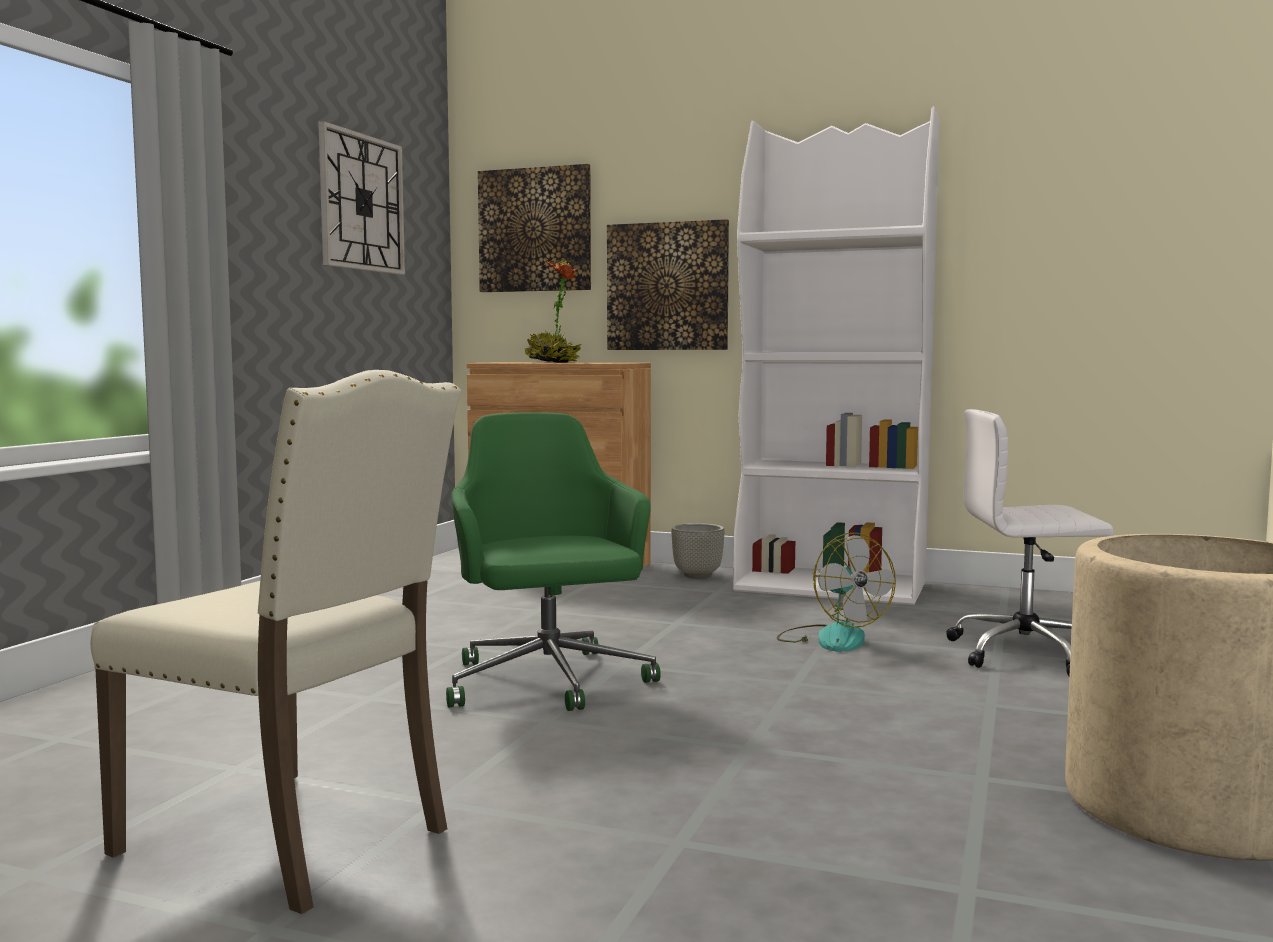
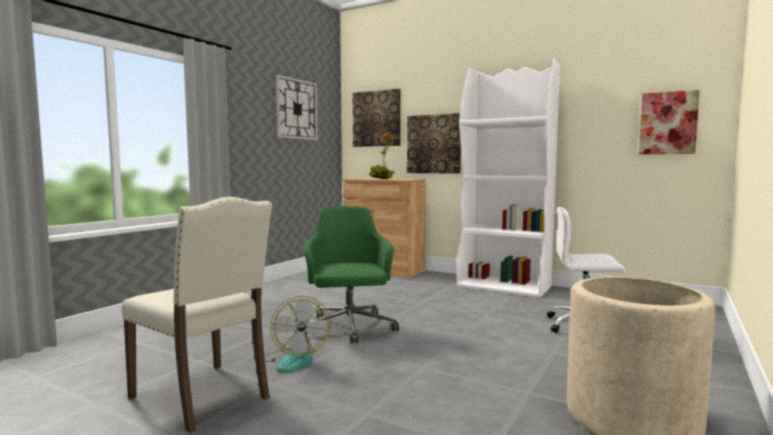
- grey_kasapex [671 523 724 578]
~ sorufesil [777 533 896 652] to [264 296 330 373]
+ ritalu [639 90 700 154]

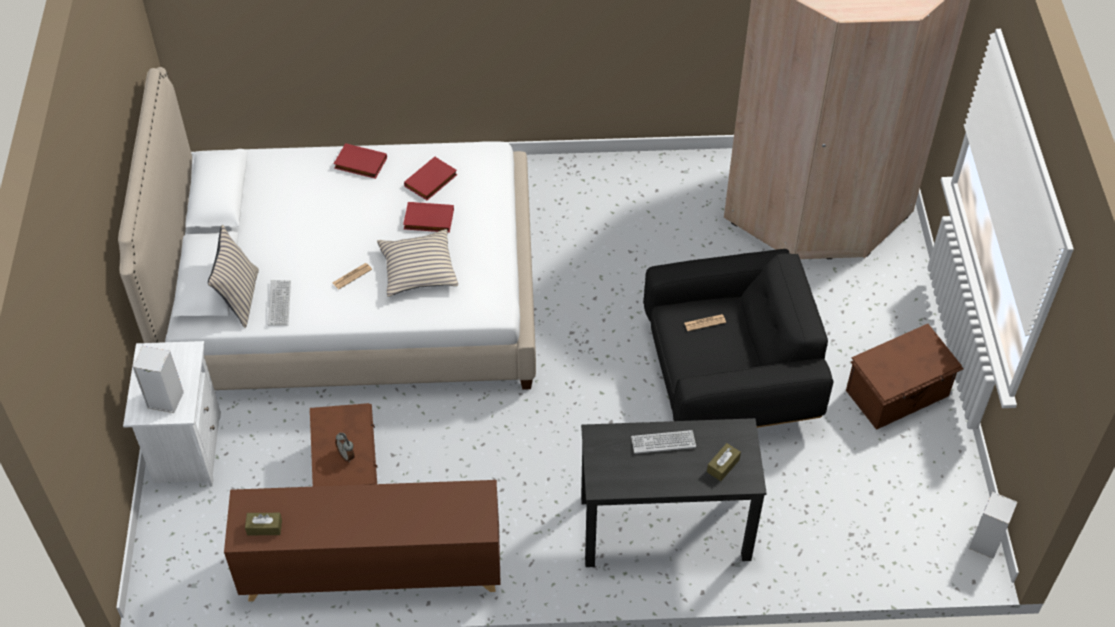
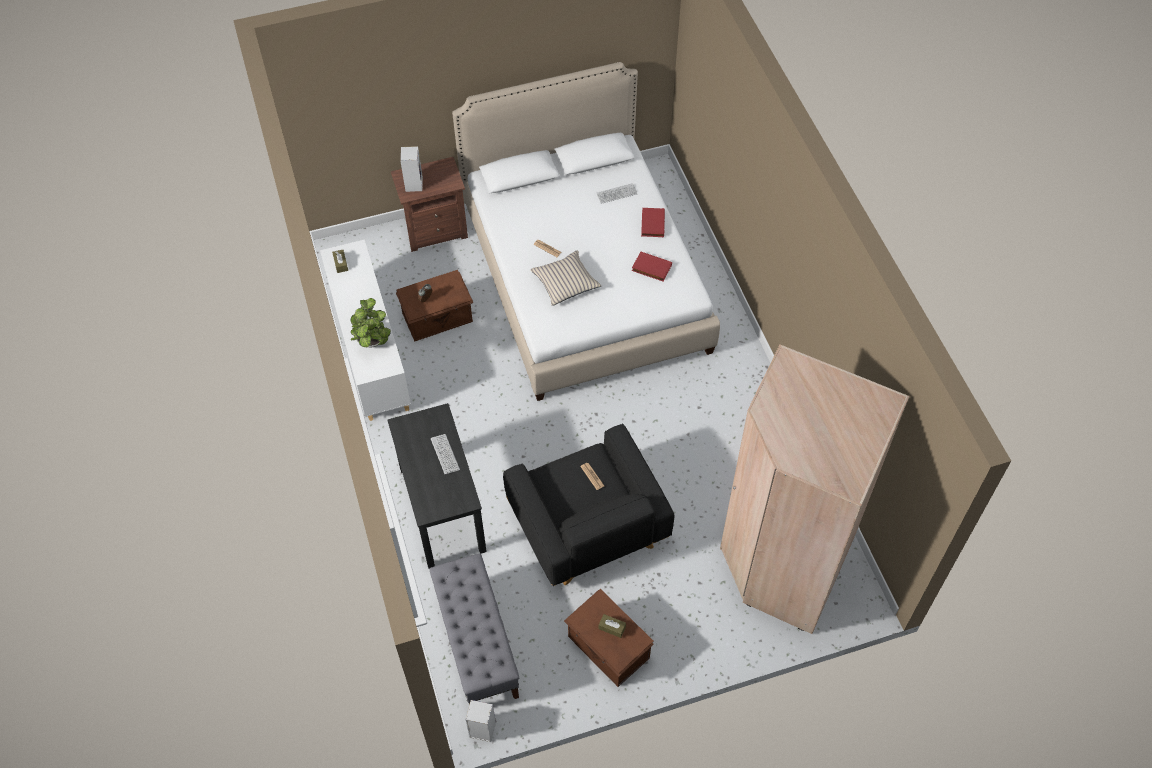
- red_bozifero [403 202 454 233]
- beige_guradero [208 225 259 328]
~ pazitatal [268 280 291 326] to [597 183 637 204]
~ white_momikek [123 341 221 487] to brown_momikek [391 157 468 252]
~ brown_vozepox [707 443 741 481] to [599 614 626 638]
~ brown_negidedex [224 480 501 602] to white_negidedex [320 239 411 421]
+ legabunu [350 298 391 347]
+ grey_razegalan [429 554 519 705]

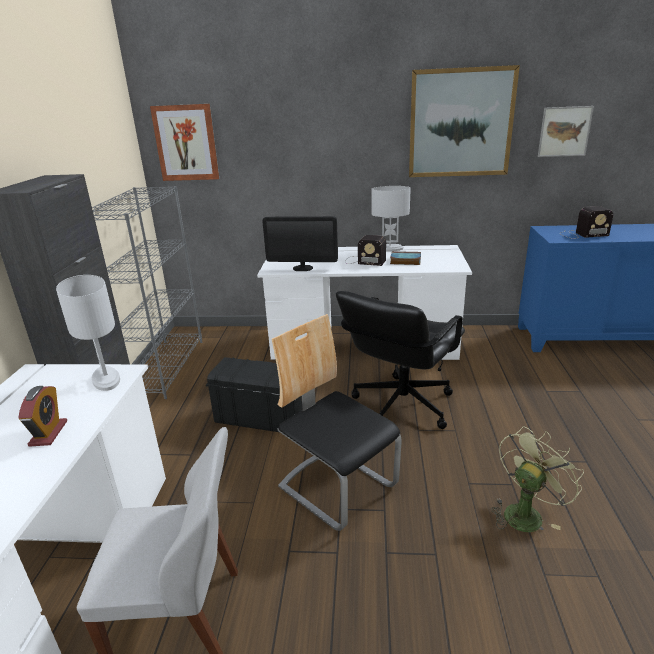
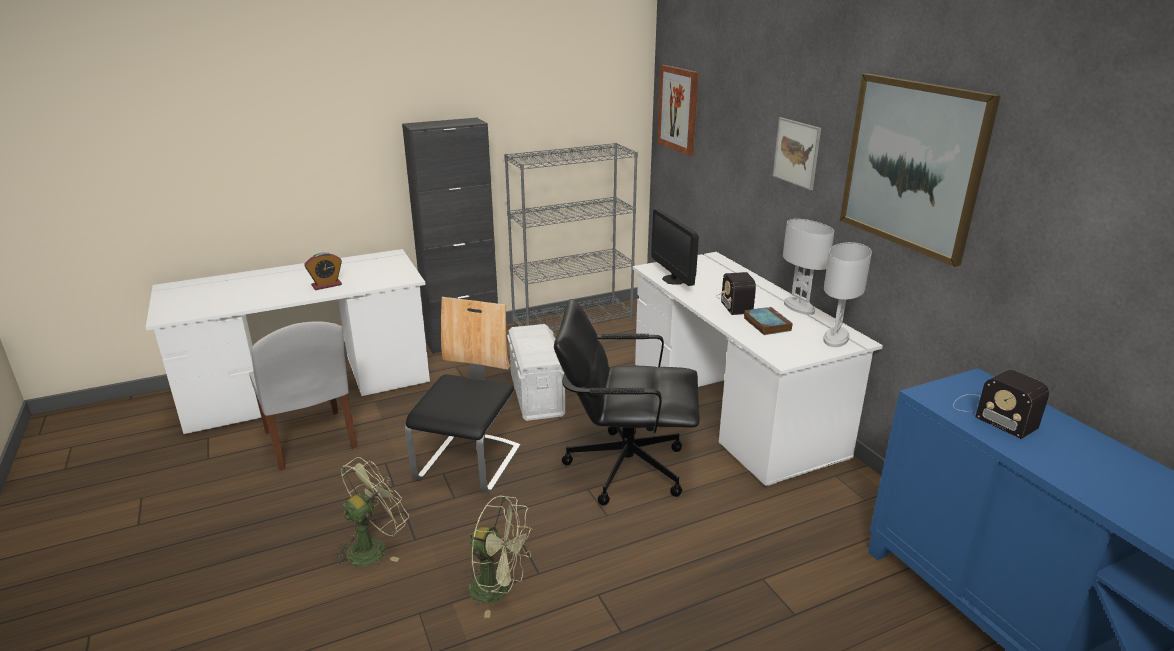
~ ritalu [538 106 594 157] to [773 117 821 190]
~ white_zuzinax [56 275 120 391] to [823 242 872 347]
~ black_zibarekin [206 357 303 432] to white_zibarekin [507 324 565 421]
+ green_sorufesil [333 457 409 566]

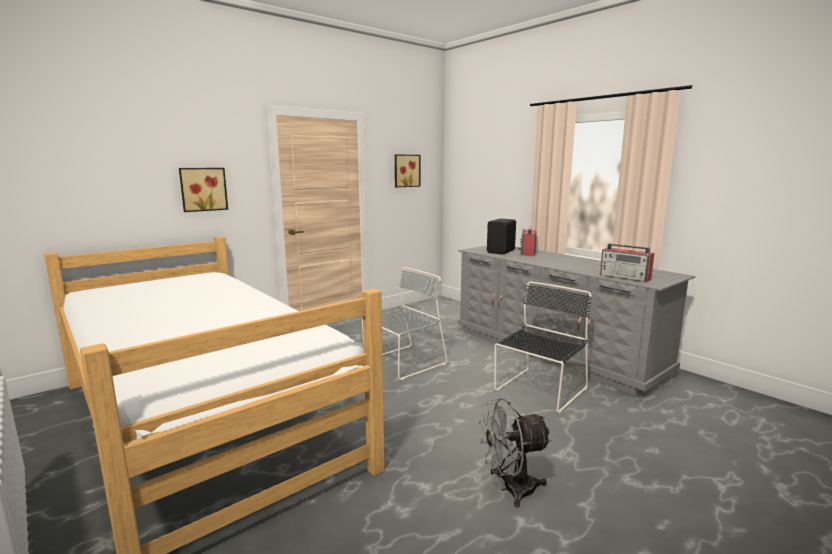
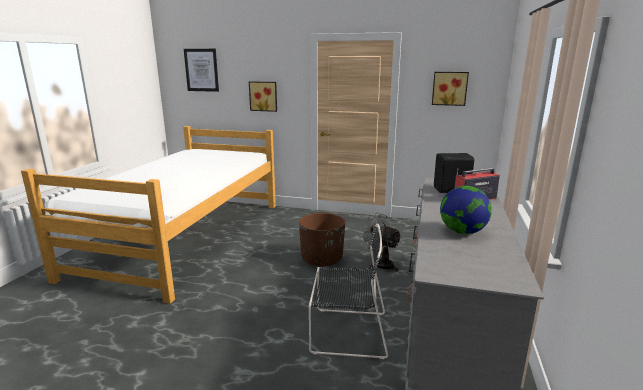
- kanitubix [600 244 654 282]
~ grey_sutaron [362 267 448 380] to brown_kasapex [299 213 345 266]
~ grey_sorufesil [478 398 552 508] to [361 213 402 272]
+ ritalu [184 49 219 92]
+ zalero [440 186 492 234]

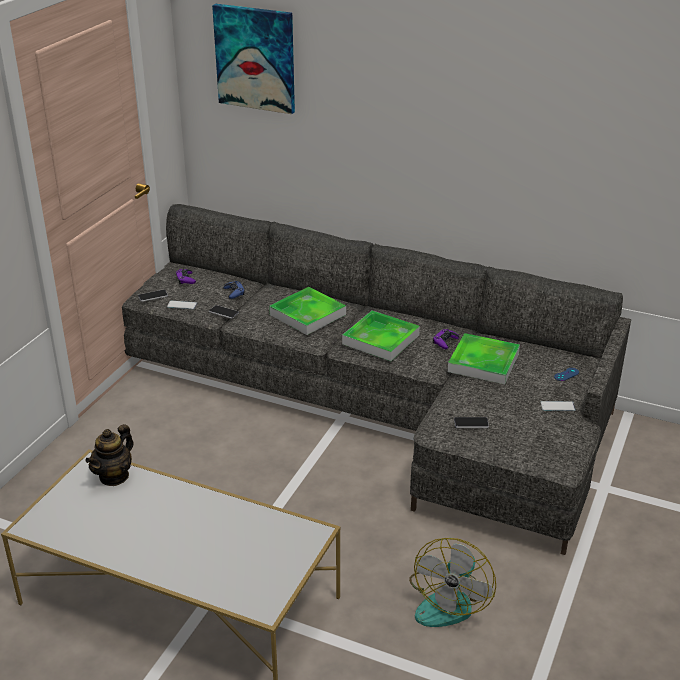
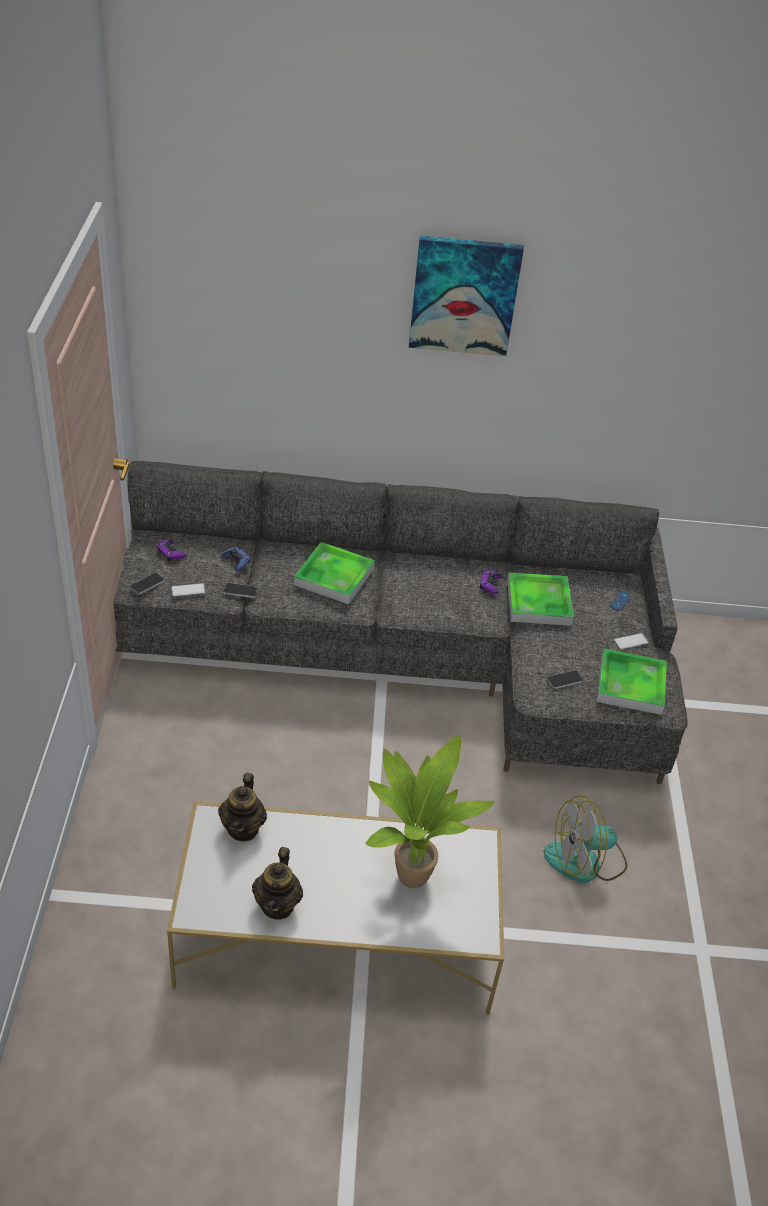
~ ritalu [212 4 295 114] to [409 236 524 356]
~ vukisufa [342 311 420 361] to [597 649 667 715]
~ sorufesil [409 538 496 627] = [543 795 627 883] 75 degrees clockwise
+ legabunu [365 734 495 888]
+ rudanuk [252 847 303 920]

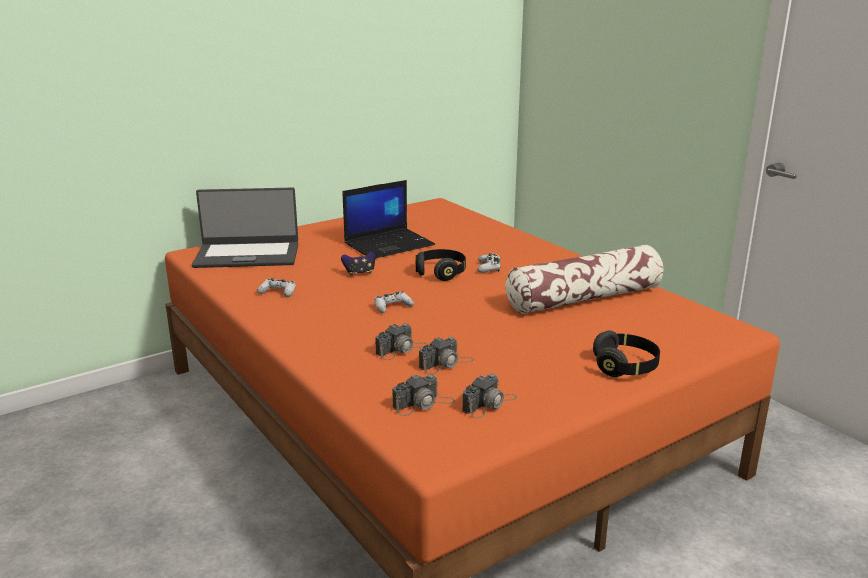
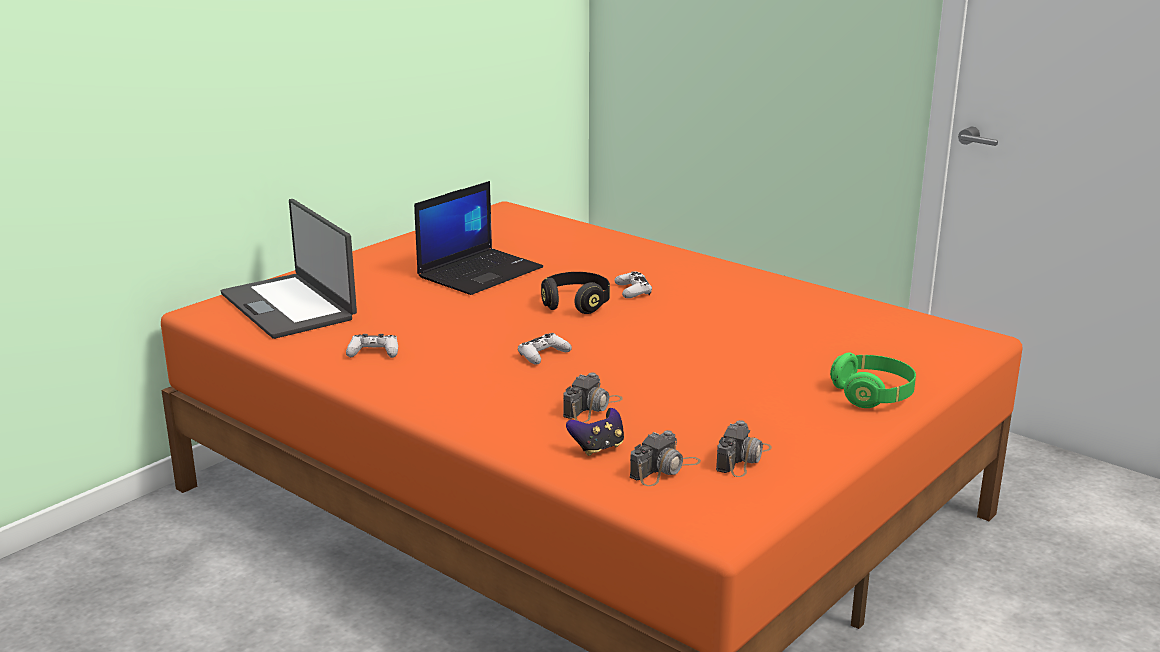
~ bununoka [192 187 298 268] = [221 199 357 339] 75 degrees clockwise
- guradero [506 245 663 314]
~ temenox [341 252 375 276] to [566 408 624 456]
~ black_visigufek [593 331 660 377] to green_visigufek [830 353 916 408]
- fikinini [419 337 474 374]

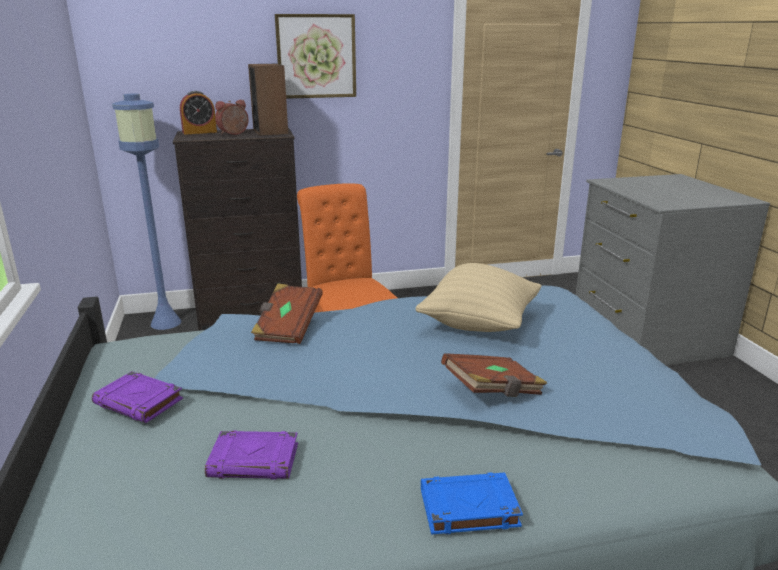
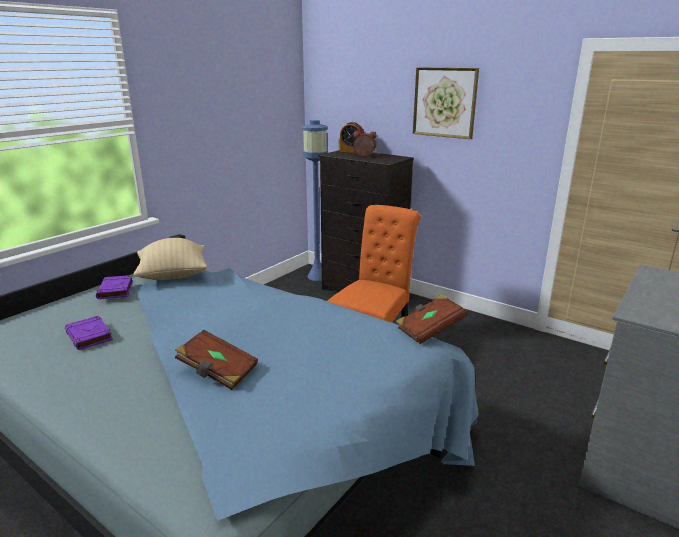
- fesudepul [248 64 288 136]
~ beige_guradero [415 263 542 332] to [134 238 207 280]
~ brown_bozifero [251 284 323 344] to [396 294 468 344]
- blue_bozifero [421 472 523 535]

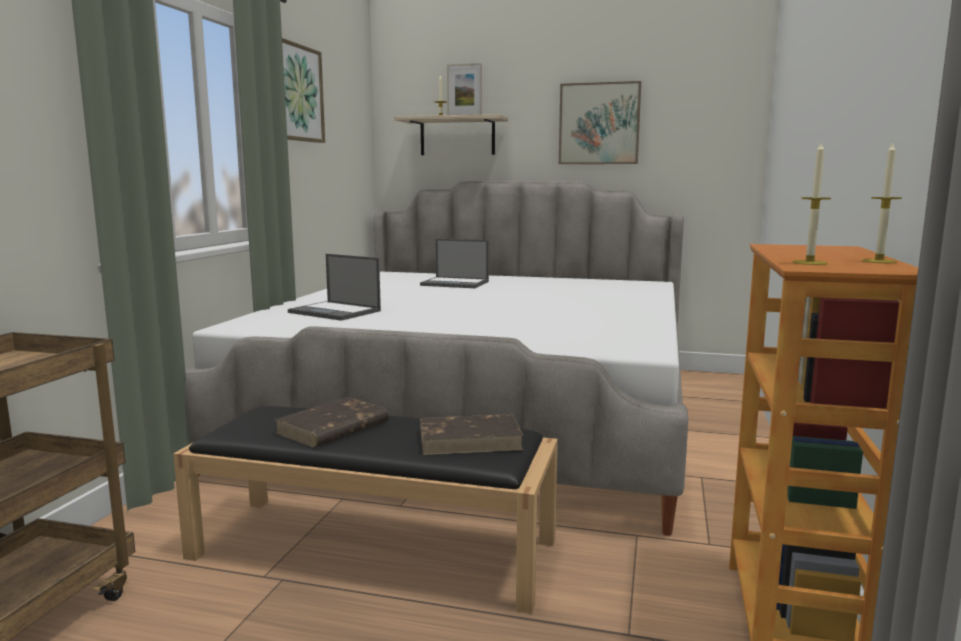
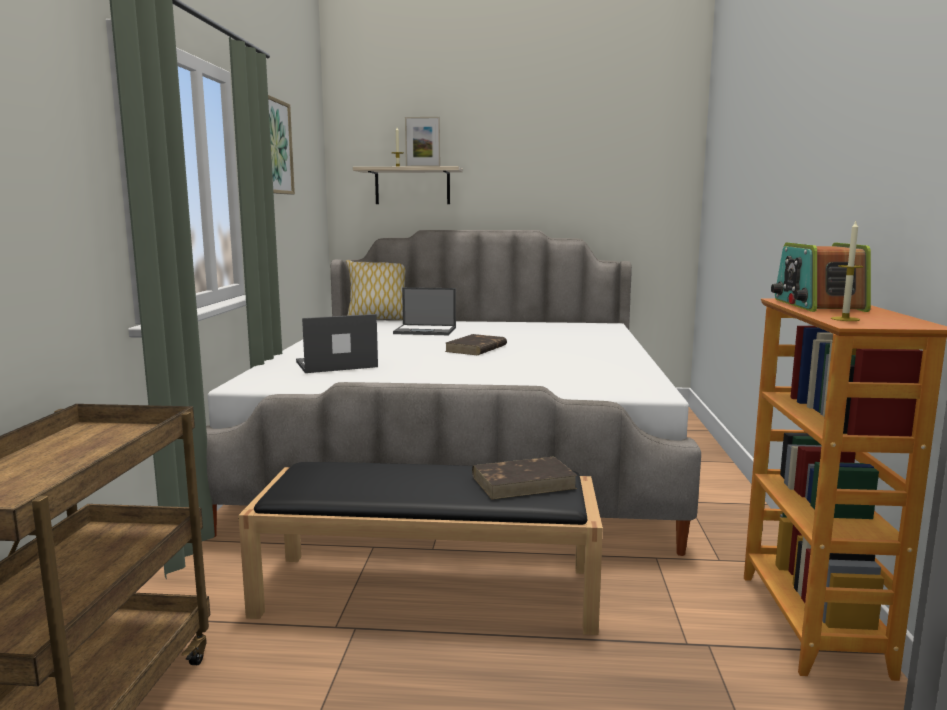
- ritalu [559 81 641 164]
- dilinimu [862 143 902 263]
~ bununoka [288 254 381 321] = [296 314 378 373] 135 degrees clockwise
~ brown_bozifero [275 397 389 448] to [445 334 507 355]
+ kanitubix [771 242 871 312]
+ guradero [346 260 406 320]

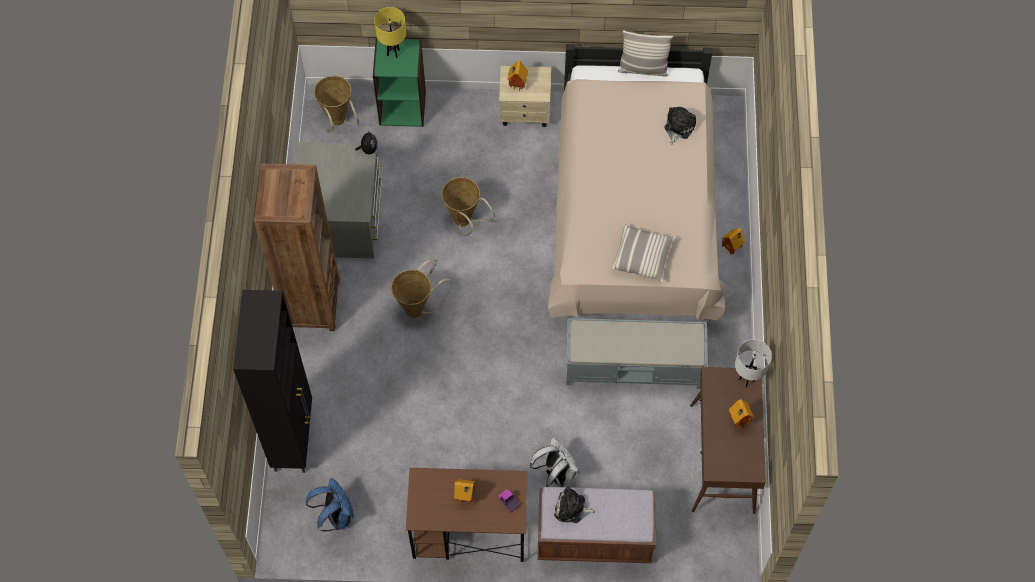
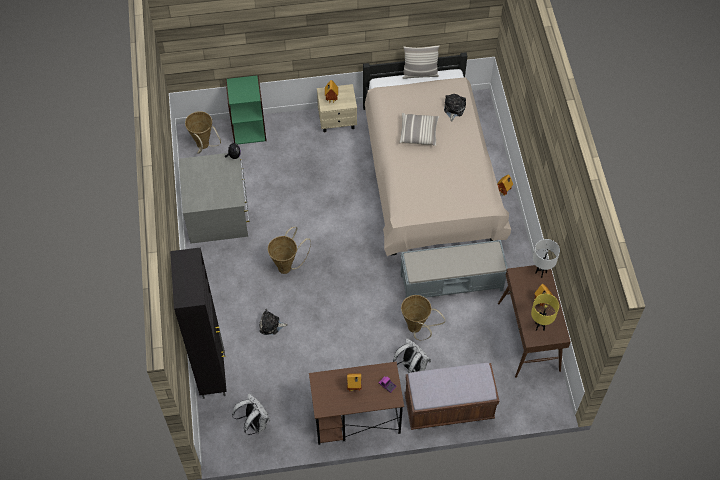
~ yellow_zuzinax [374 7 406 58] to [531 294 559 331]
- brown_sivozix [254 163 340 331]
~ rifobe [442 177 495 236] to [401 295 446 340]
~ guradero [611 224 675 282] to [399 113 439 146]
~ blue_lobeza [306 478 354 532] to white_lobeza [232 393 270 435]
~ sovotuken [554 485 596 523] to [259 309 288 335]

